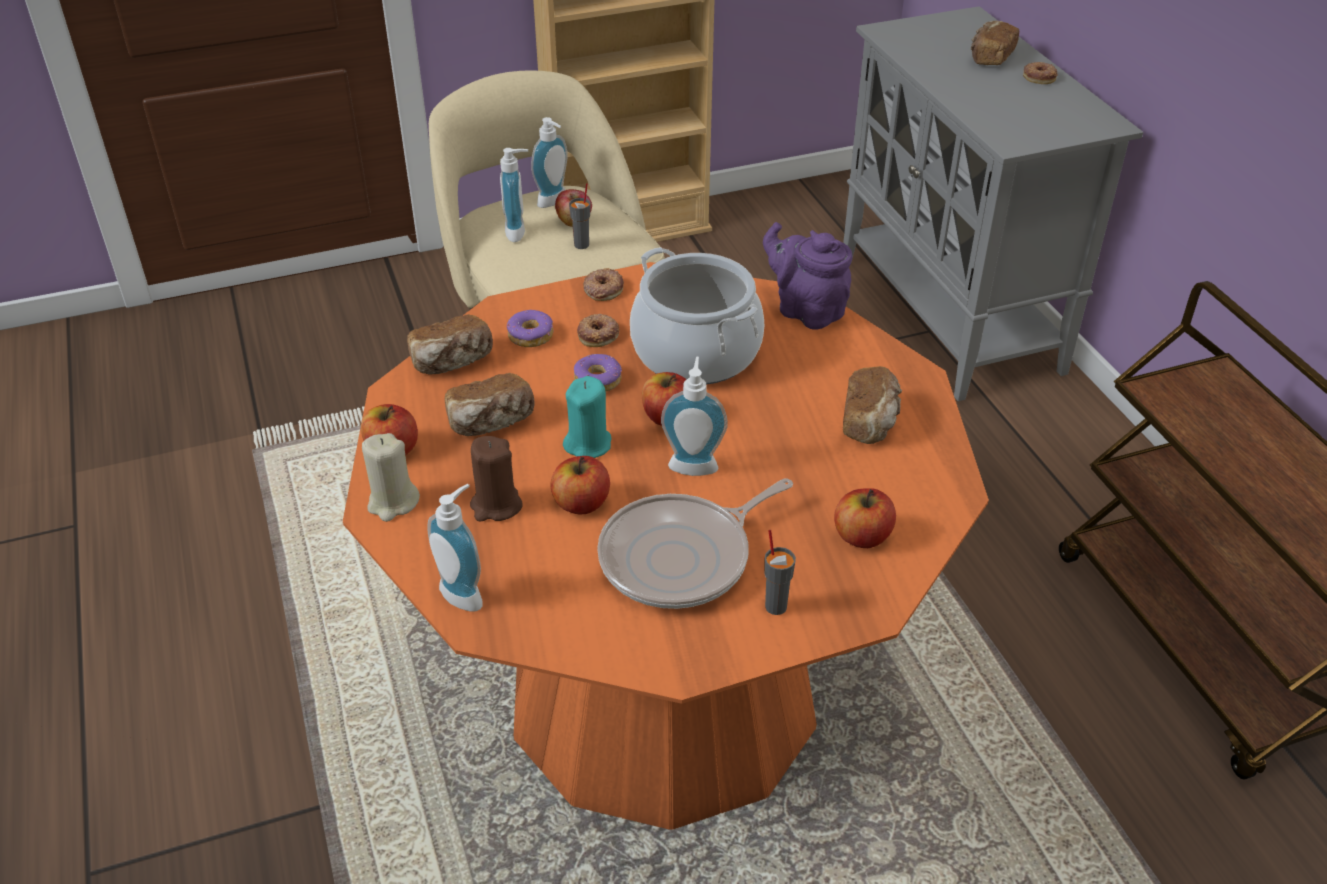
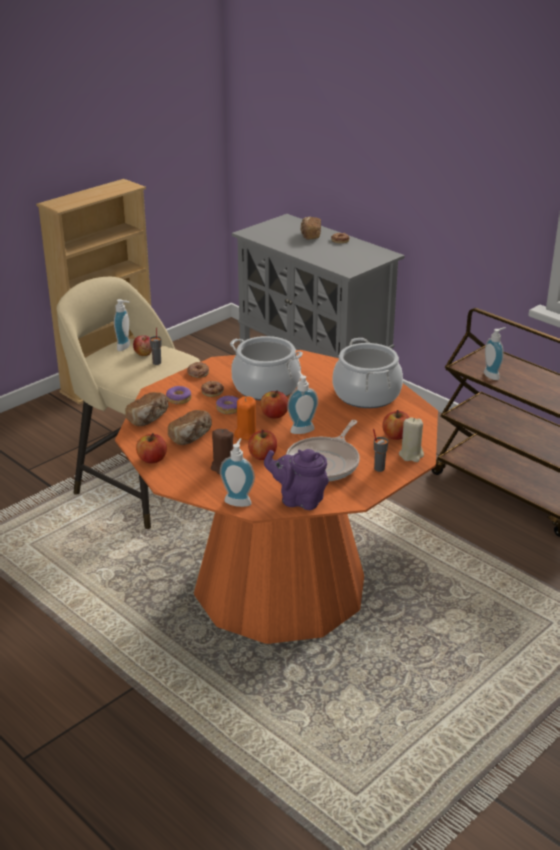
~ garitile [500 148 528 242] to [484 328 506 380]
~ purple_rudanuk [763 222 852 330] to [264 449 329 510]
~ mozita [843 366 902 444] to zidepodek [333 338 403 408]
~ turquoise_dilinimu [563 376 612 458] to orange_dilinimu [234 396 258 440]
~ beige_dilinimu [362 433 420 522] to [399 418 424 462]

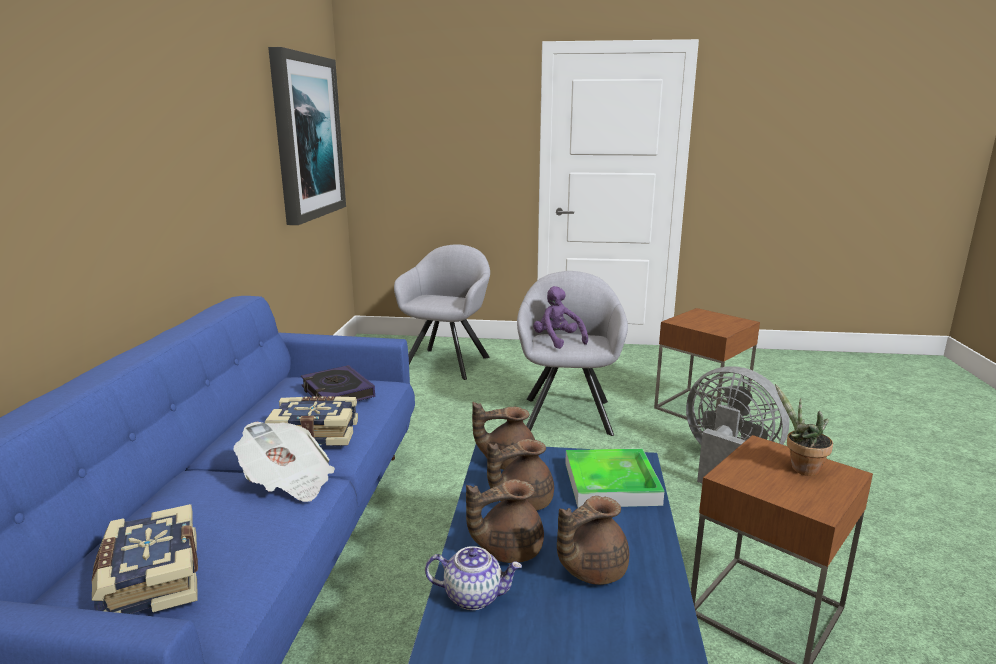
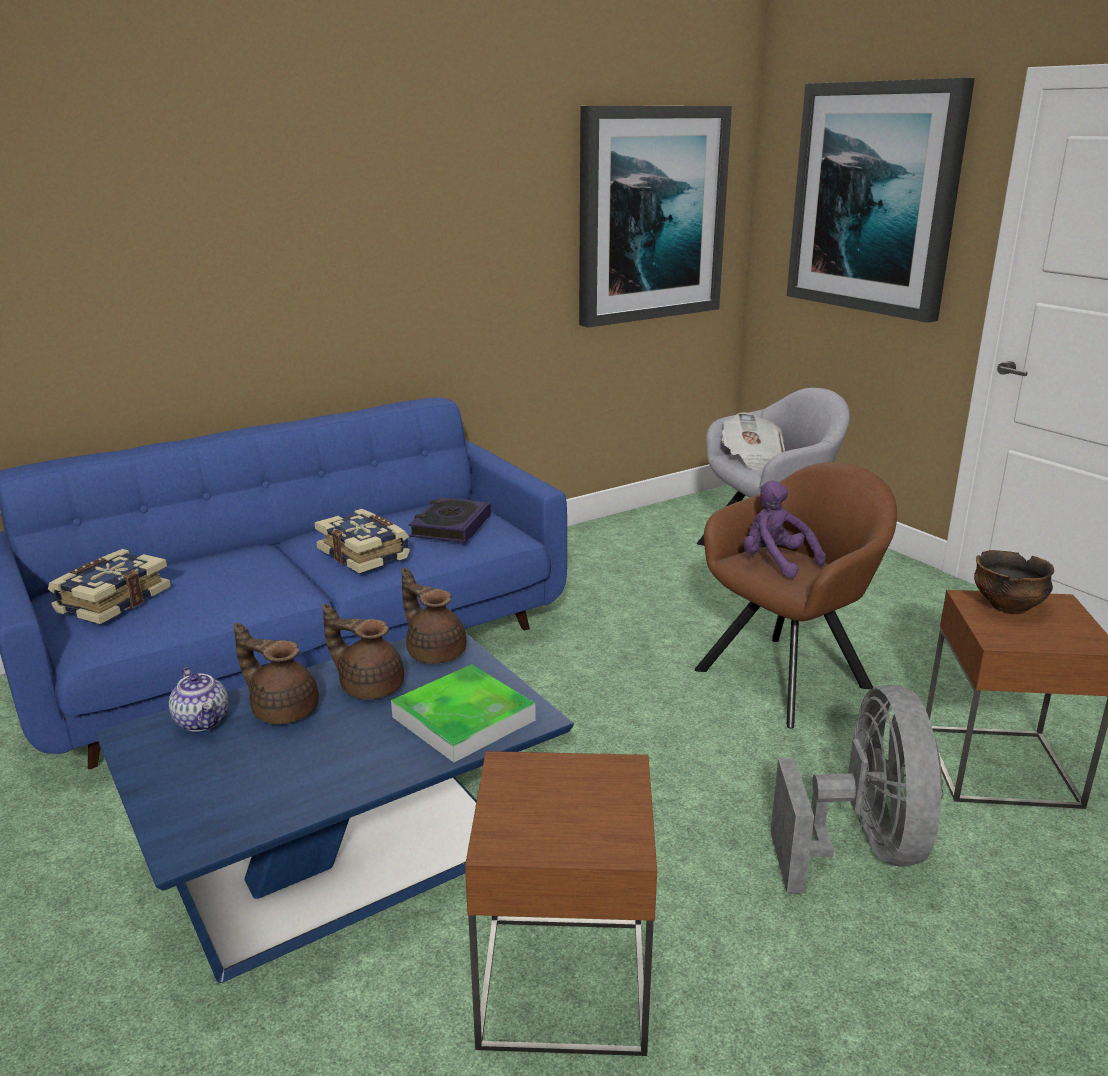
~ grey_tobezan [517 271 628 436] to brown_tobezan [695 462 897 728]
~ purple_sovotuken [533 286 588 349] = [743 480 826 578] 60 degrees counterclockwise
- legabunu [775 384 833 476]
~ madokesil [233 422 335 502] to [722 412 785 470]
- brown_rudanuk [557 496 629 585]
+ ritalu [787 78 975 323]
+ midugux [974 550 1054 614]

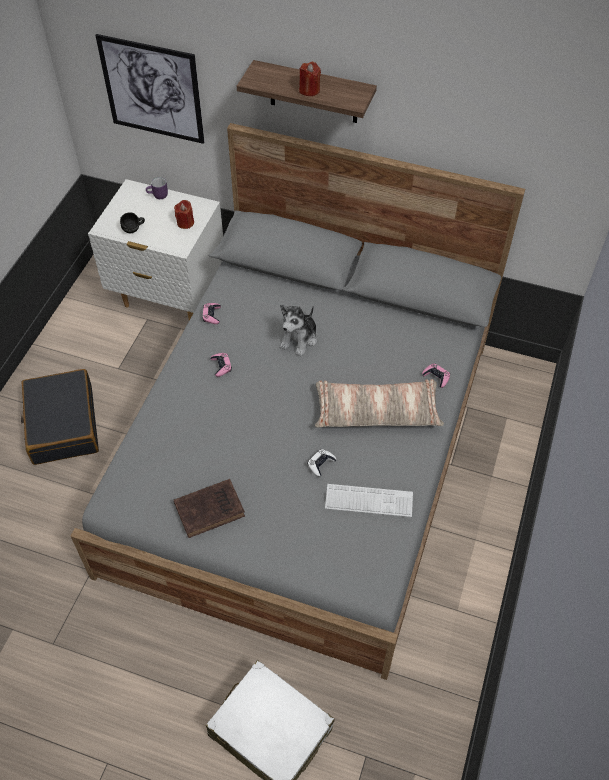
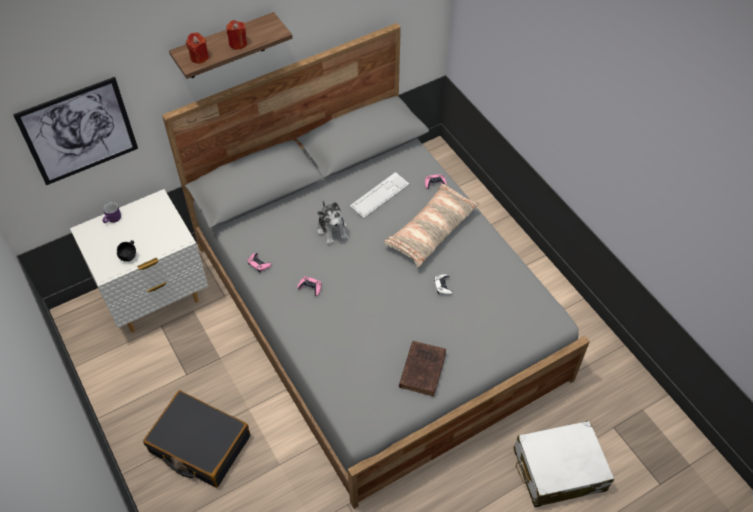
~ red_dilinimu [174 200 194 229] to [186 32 209 64]
~ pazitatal [325 484 413 518] to [350 172 409 218]

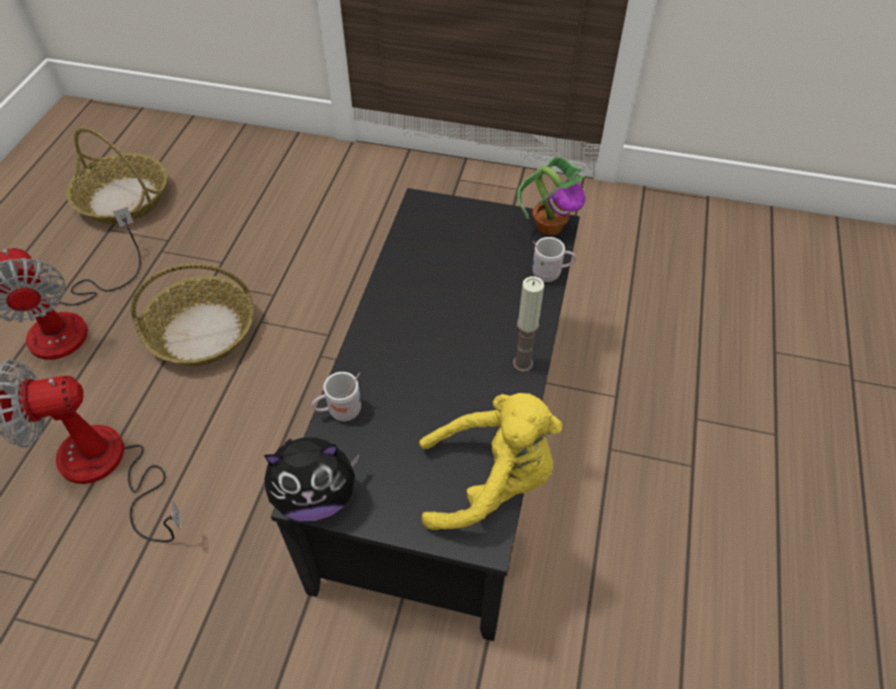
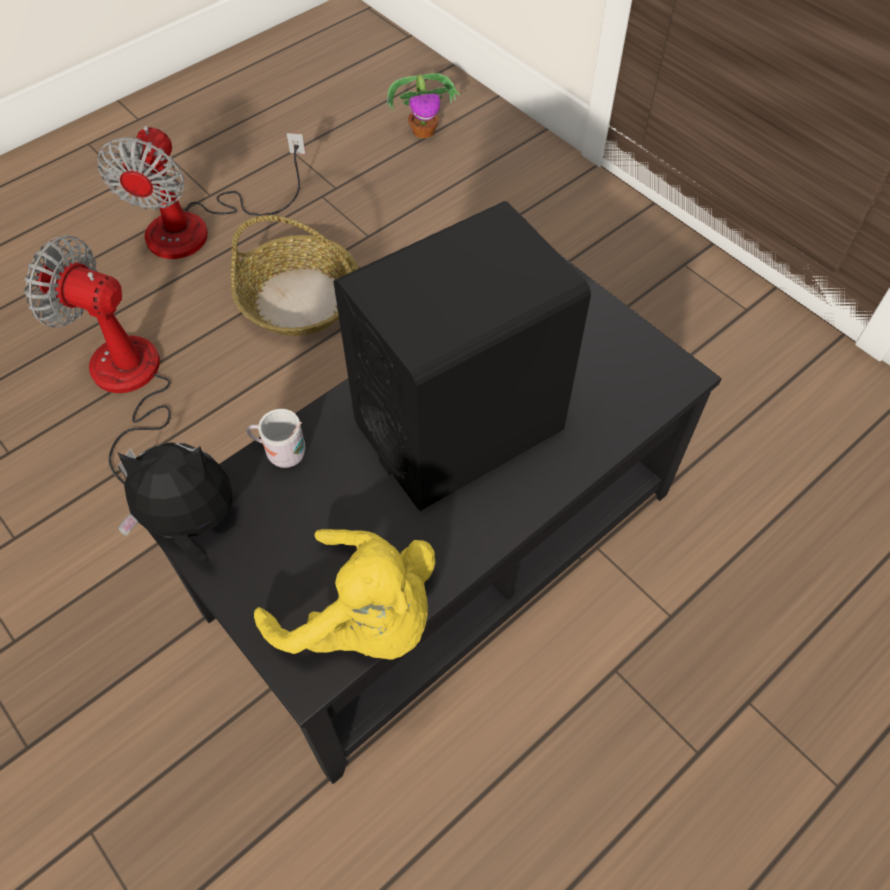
- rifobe [66 127 167 224]
~ legabunu [517 157 585 235] to [386 73 460 138]
- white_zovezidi [532 237 576 282]
- dilinimu [513 276 544 372]
~ sovotuken [264 437 360 521] = [117 442 232 564] 150 degrees clockwise
+ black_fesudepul [334 201 591 511]

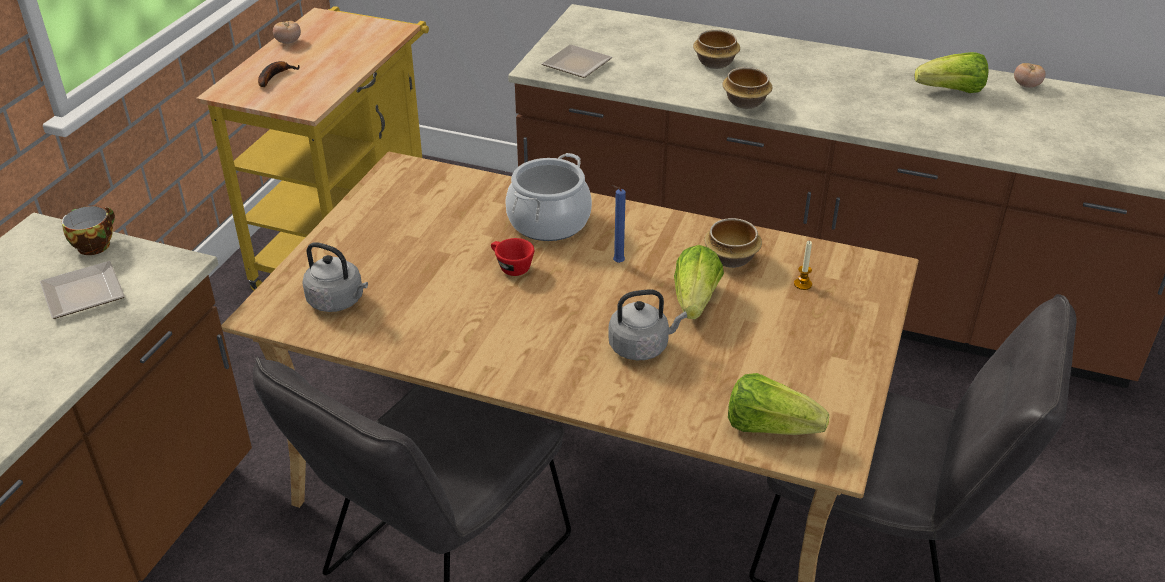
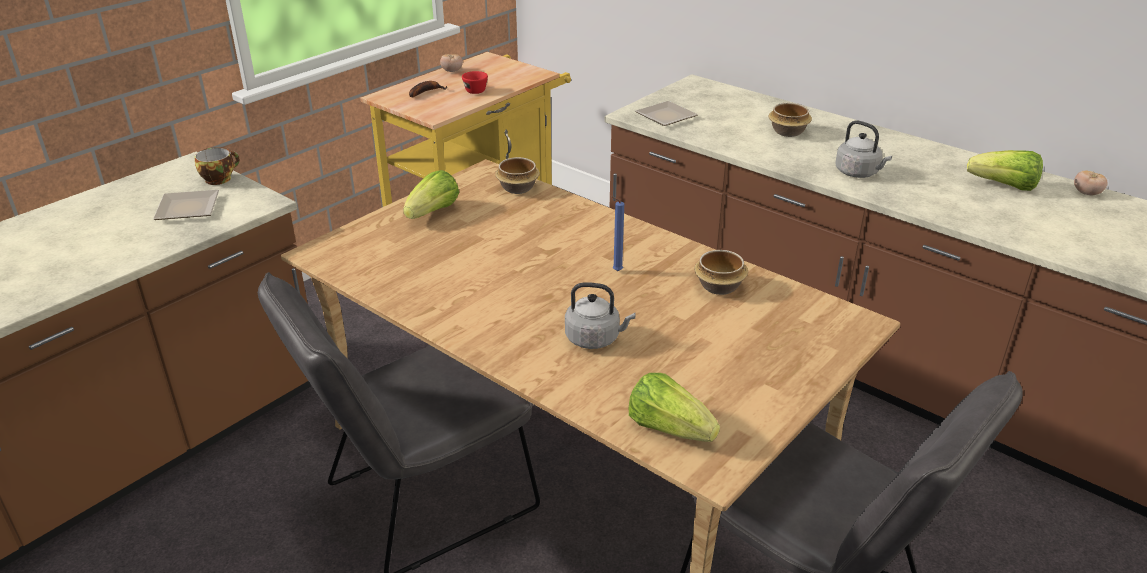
~ midugux [723 67 773 109] to [495 157 540 194]
- zidepodek [505 153 592 241]
~ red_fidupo [491 238 534 276] to [462 71 488 94]
- dilinimu [794 241 812 290]
~ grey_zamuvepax [302 242 368 312] to [835 120 892 178]
~ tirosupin [674 245 724 319] to [403 170 459 219]

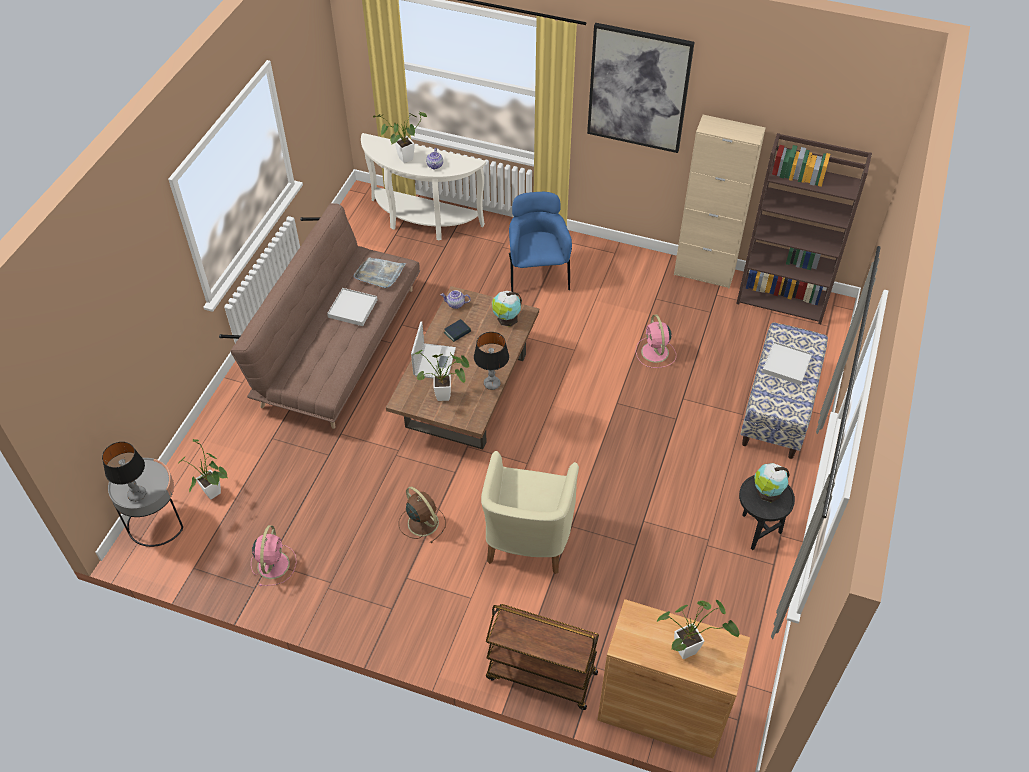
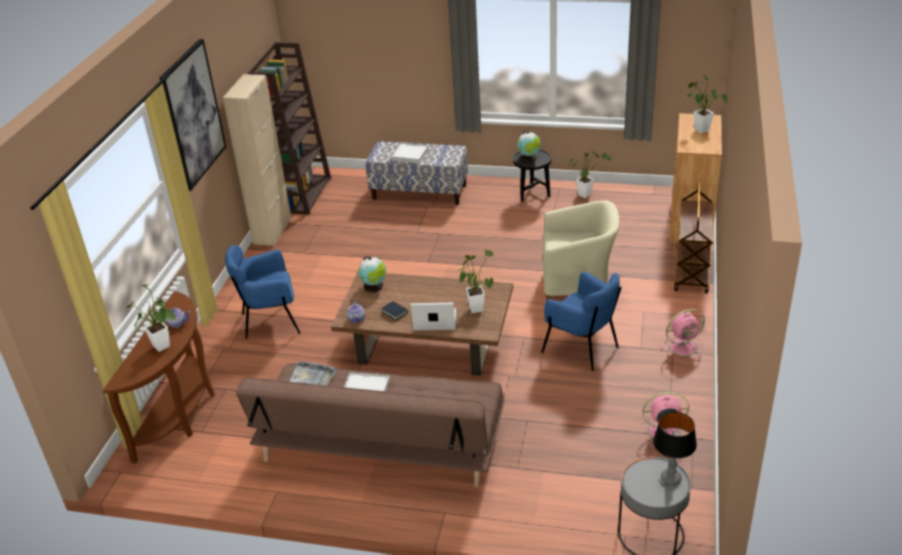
~ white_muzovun [361 133 486 240] to brown_muzovun [103 291 215 463]
~ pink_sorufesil [636 314 676 368] to [660 309 705 360]
- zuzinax [474 332 509 390]
~ legabunu [178 439 228 499] to [568 151 612 198]
~ brown_sorufesil [399 487 446 543] to blue_tobezan [541 272 622 371]

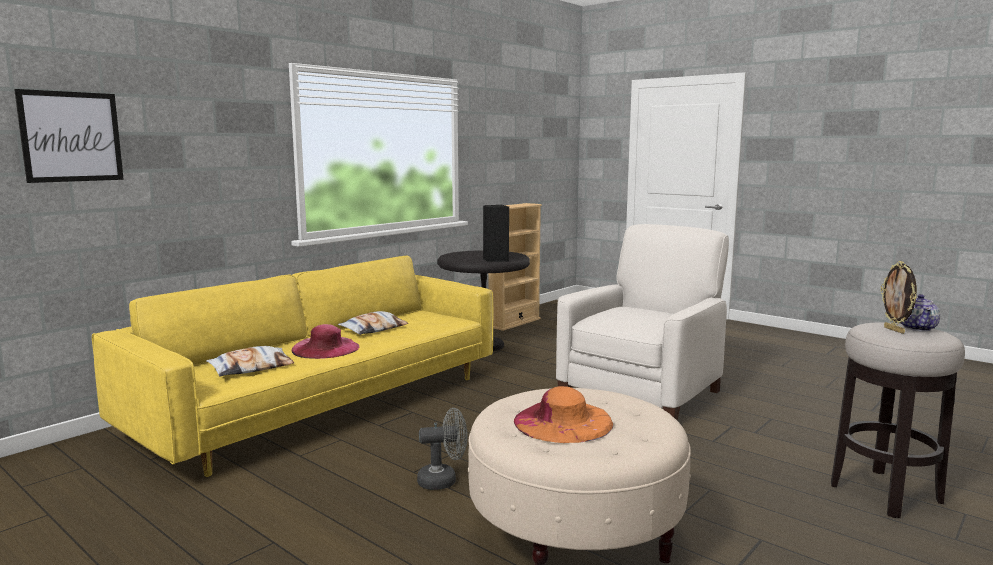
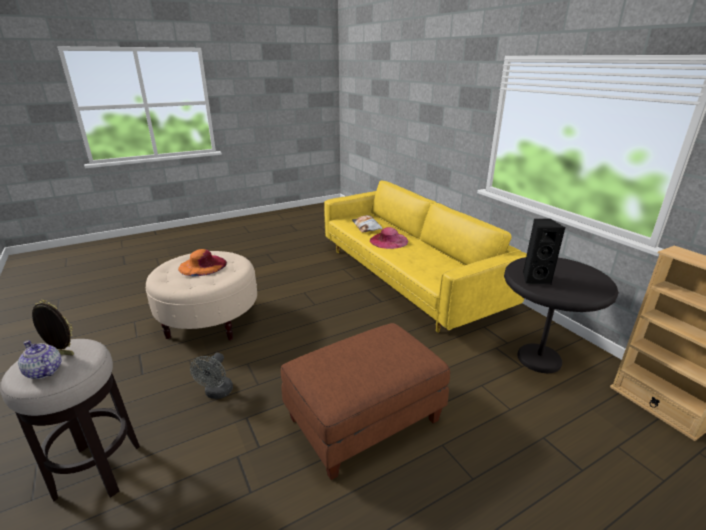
- ritalu [14 89 124 183]
~ white_tobezan [556 224 729 420] to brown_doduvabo [281 323 450 480]
- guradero [338 311 408 335]
~ grey_sorufesil [417 408 467 490] to [190 353 233 399]

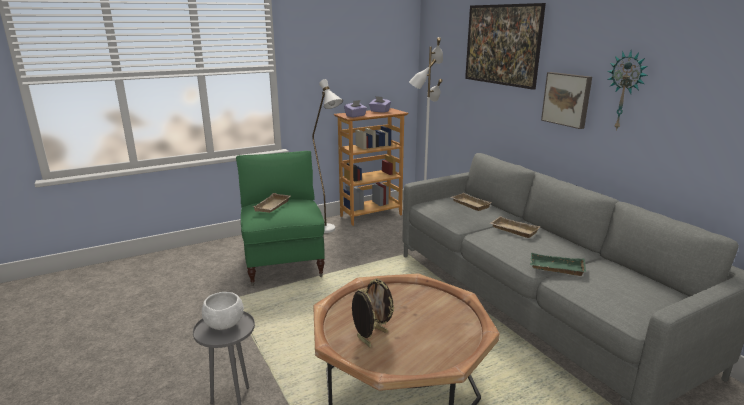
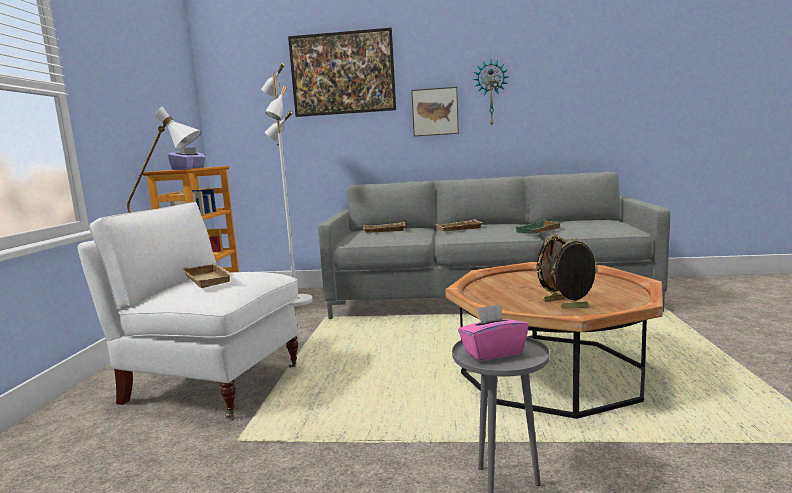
~ green_tobezan [236 151 325 286] to white_tobezan [77 202 299 419]
~ white_midugux [202 292 244 330] to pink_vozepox [458 304 529 361]

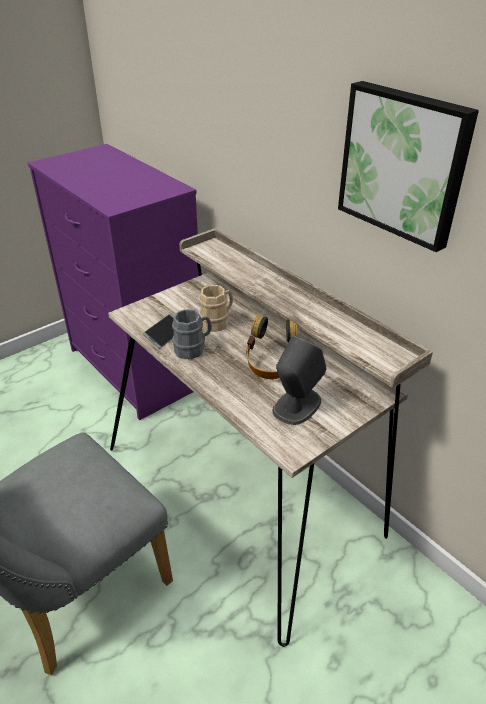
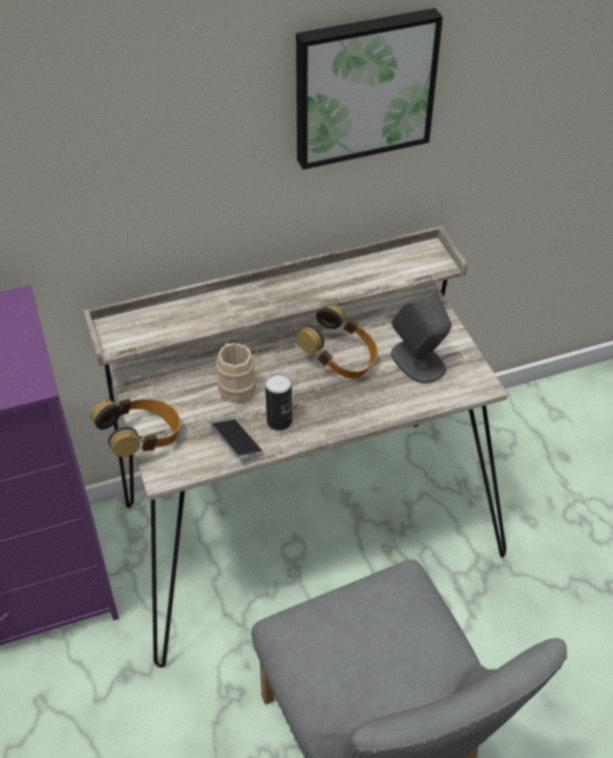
~ grey_zovezidi [172 309 212 359] to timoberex [265 373 292 430]
+ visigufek [90 399 181 457]

